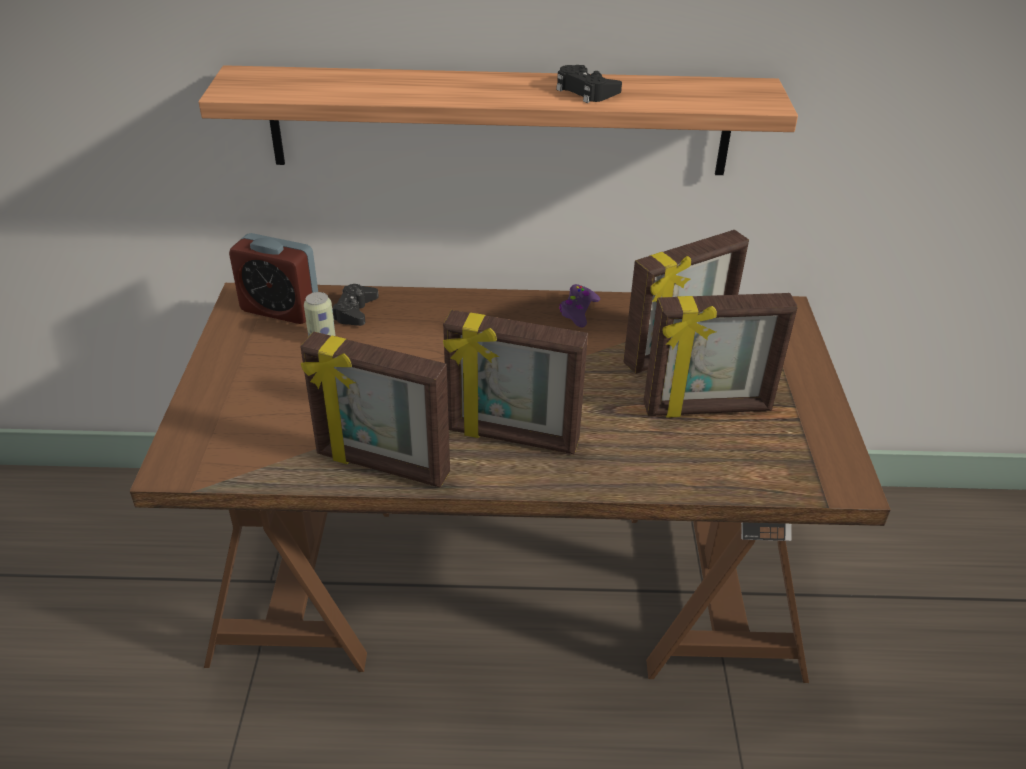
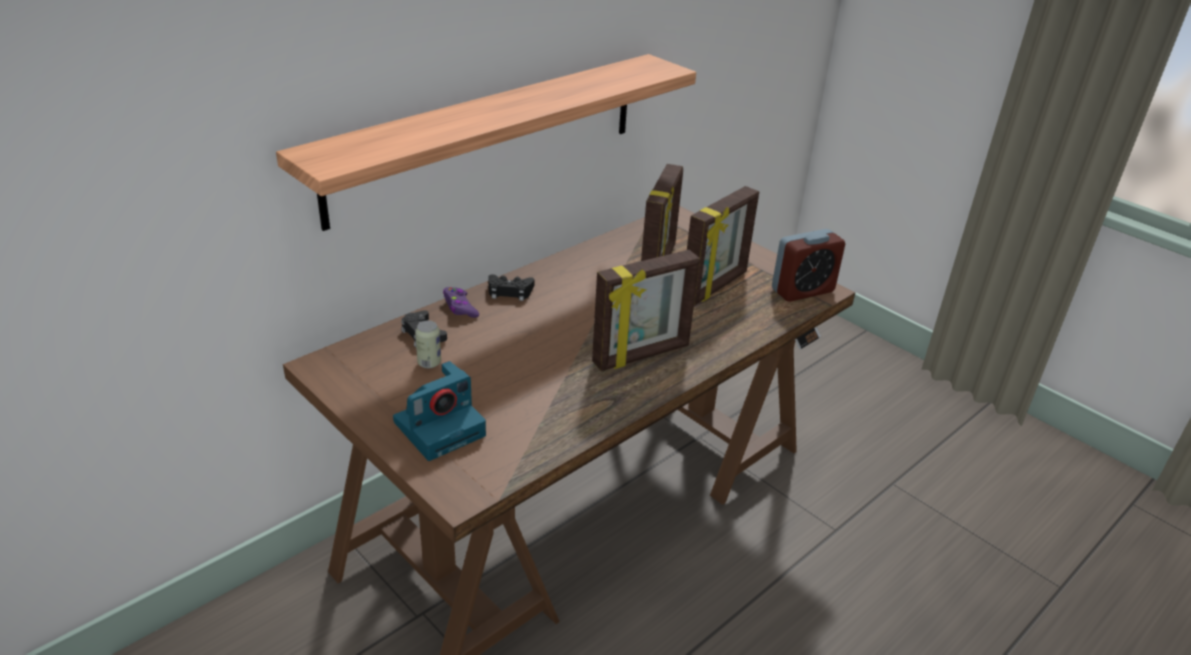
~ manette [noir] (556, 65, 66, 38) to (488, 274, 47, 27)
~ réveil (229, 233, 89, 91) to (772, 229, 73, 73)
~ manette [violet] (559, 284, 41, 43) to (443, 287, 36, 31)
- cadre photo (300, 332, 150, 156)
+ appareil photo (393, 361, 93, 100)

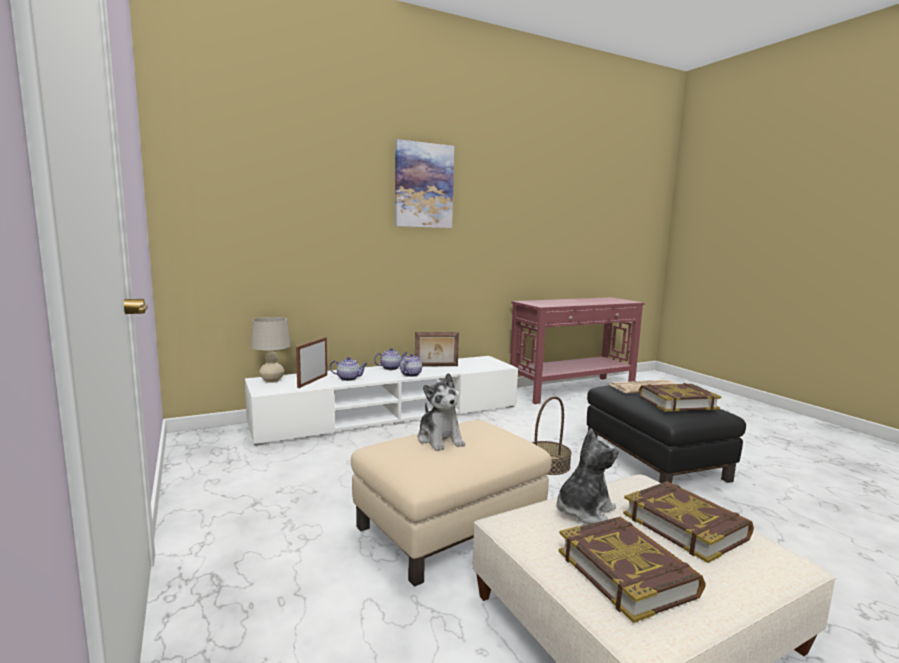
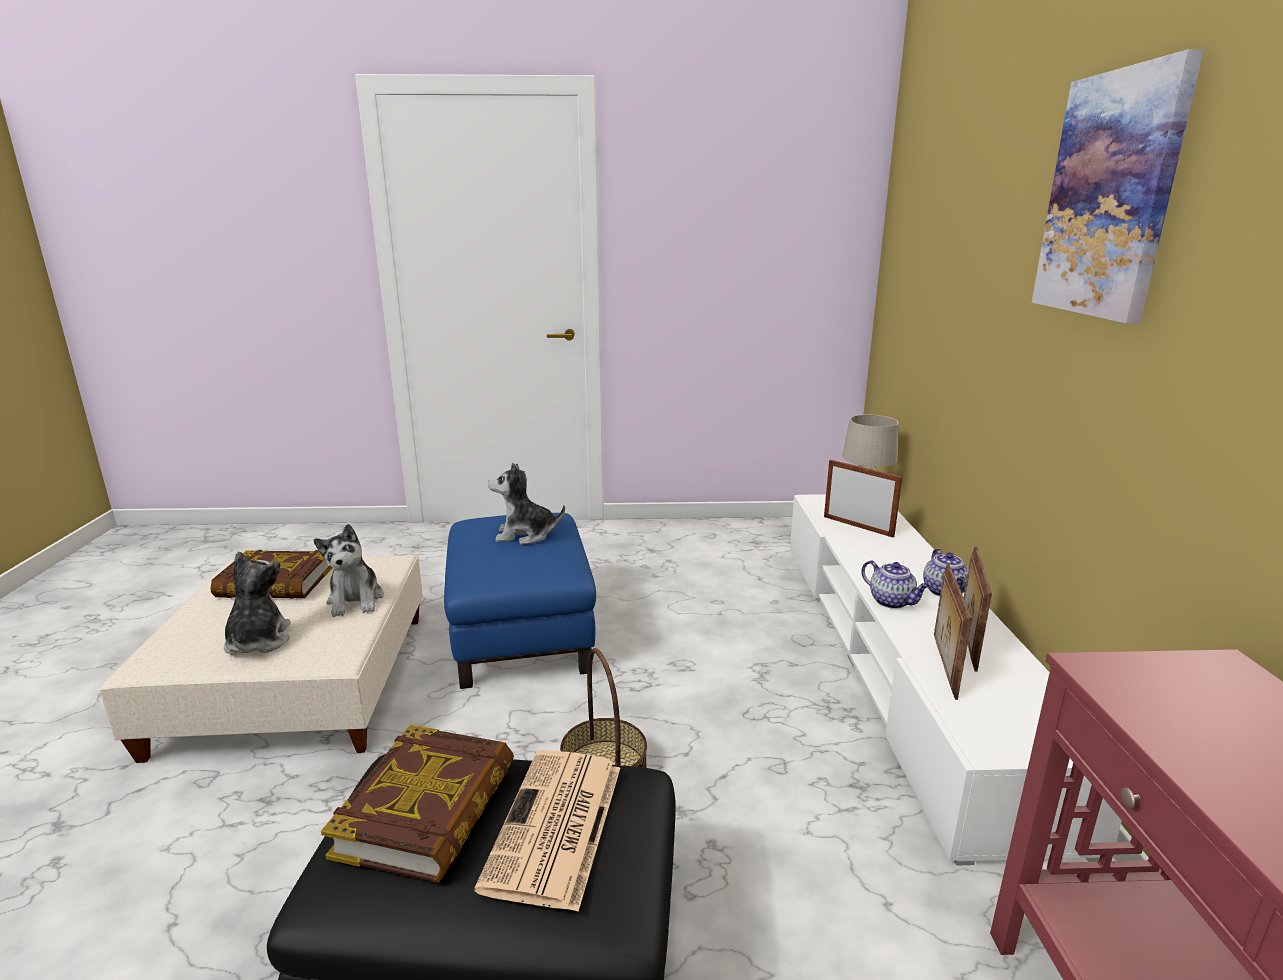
- théière (330, 357, 38, 24)
~ pouf [beige] (351, 420, 201, 167) to pouf [bleu] (444, 513, 152, 176)
~ livre (623, 481, 131, 82) to peluche (224, 551, 67, 104)
+ cadre photo (934, 564, 38, 136)

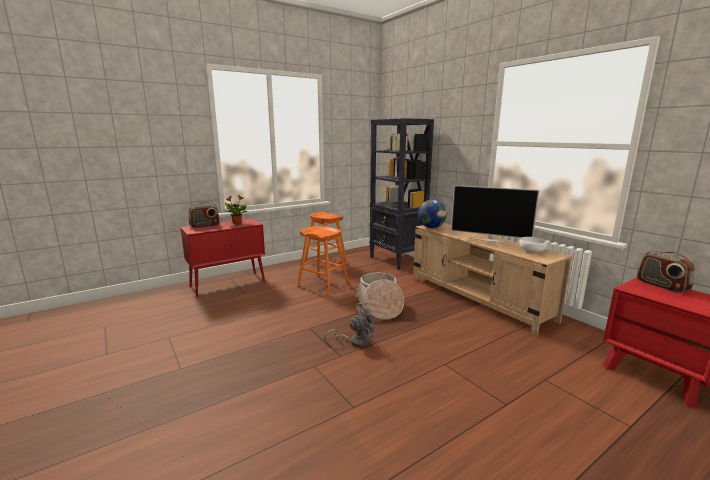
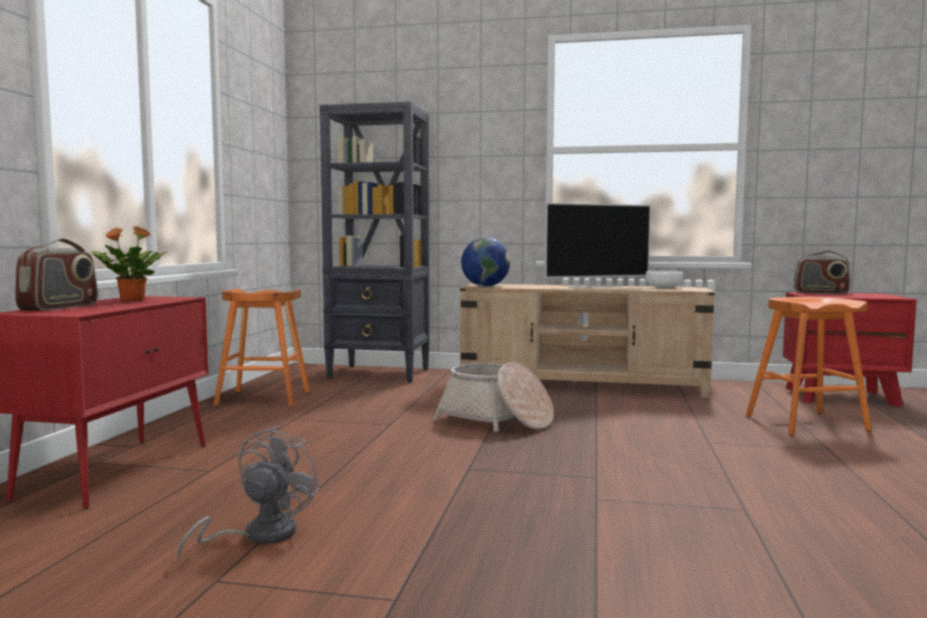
~ tabouret [orange] (297, 226, 52, 70) to (746, 297, 126, 139)
~ ventilateur [gris] (324, 303, 54, 44) to (177, 426, 143, 134)

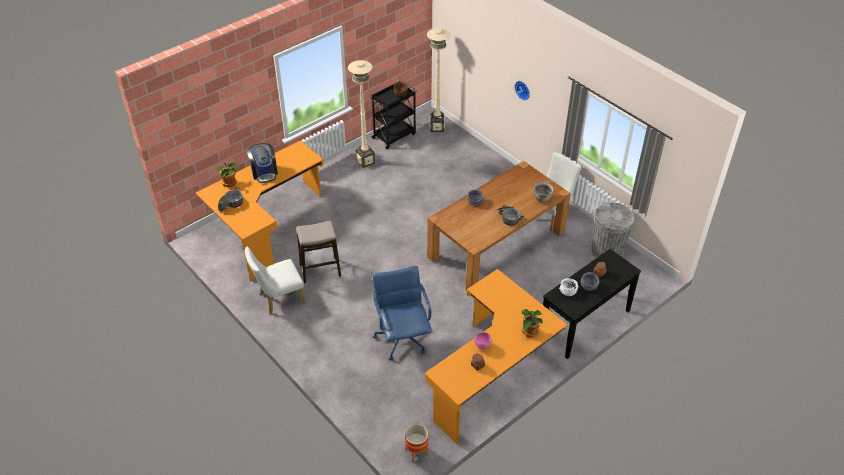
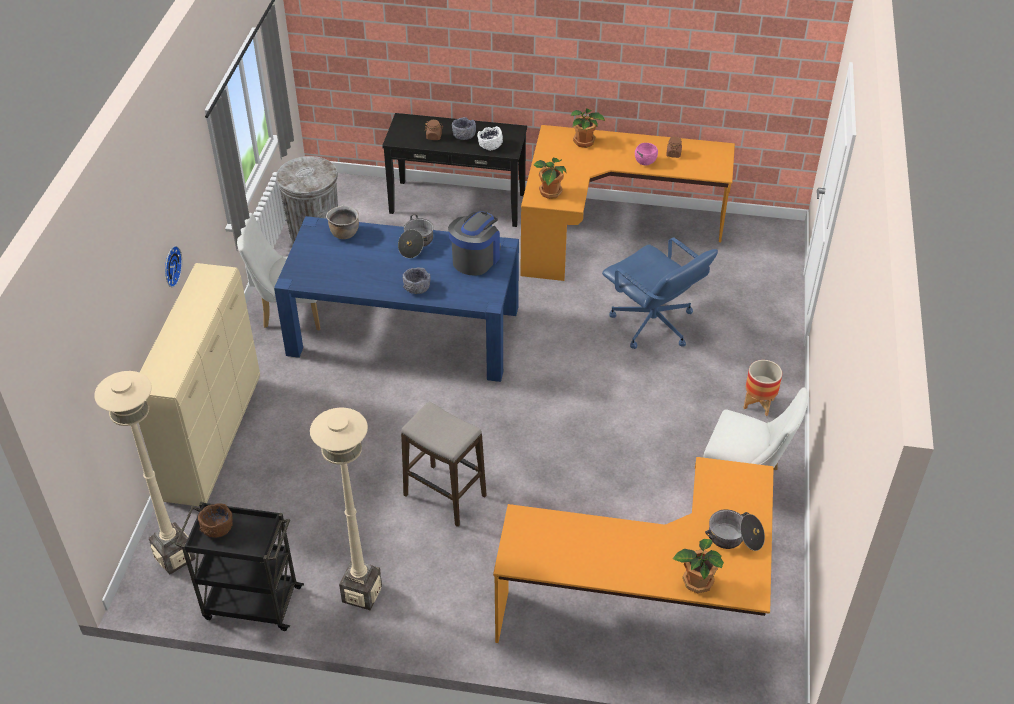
~ machine à café (247, 143, 31, 40) to (448, 211, 53, 65)
~ table à manger [marron] (427, 161, 144, 130) to table à manger [bleu] (274, 216, 245, 166)
~ tabouret (296, 221, 45, 62) to (401, 402, 86, 125)
~ chaise de bureau [bleu] (373, 266, 59, 94) = (602, 238, 116, 111) 75 degrees counterclockwise
~ cache-pot (405, 424, 23, 38) to (743, 360, 39, 56)
+ plante en pot (533, 158, 33, 41)
+ commode [beige] (139, 263, 121, 244)

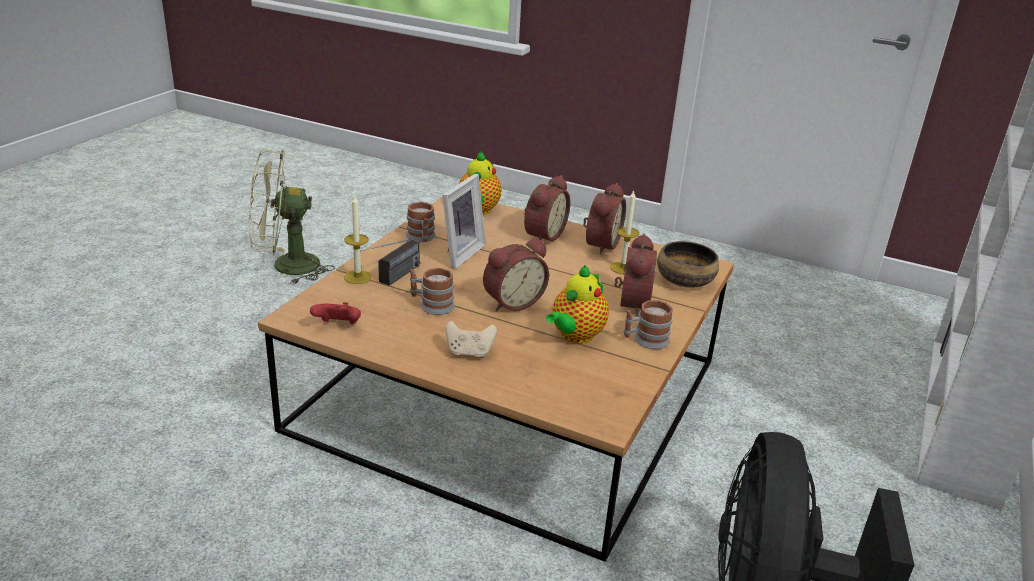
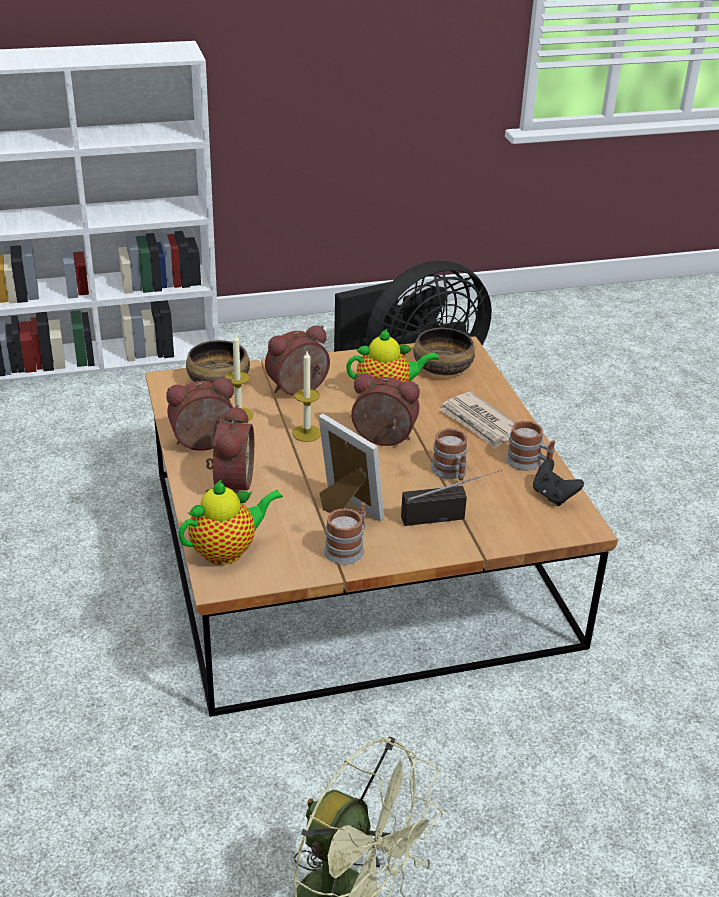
~ cadre photo (442, 174, 44, 95) = (318, 414, 66, 107) 60 degrees clockwise
~ réveil (524, 175, 46, 66) = (206, 405, 48, 89) 105 degrees clockwise
~ bougie (344, 196, 28, 88) to (292, 351, 29, 91)
~ mug (624, 300, 49, 49) to (505, 421, 51, 49)
~ manette [rouge] (310, 302, 51, 22) to manette [noir] (533, 459, 51, 47)
~ manette [beige] (446, 321, 51, 37) to journal (439, 392, 76, 57)
+ bol (414, 328, 61, 47)

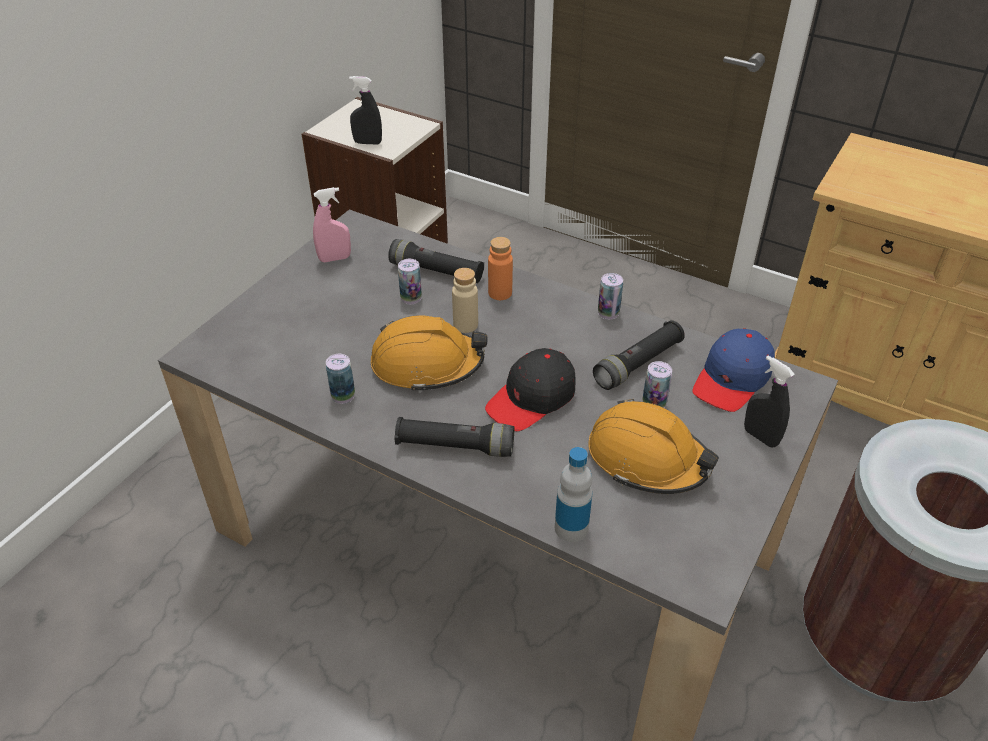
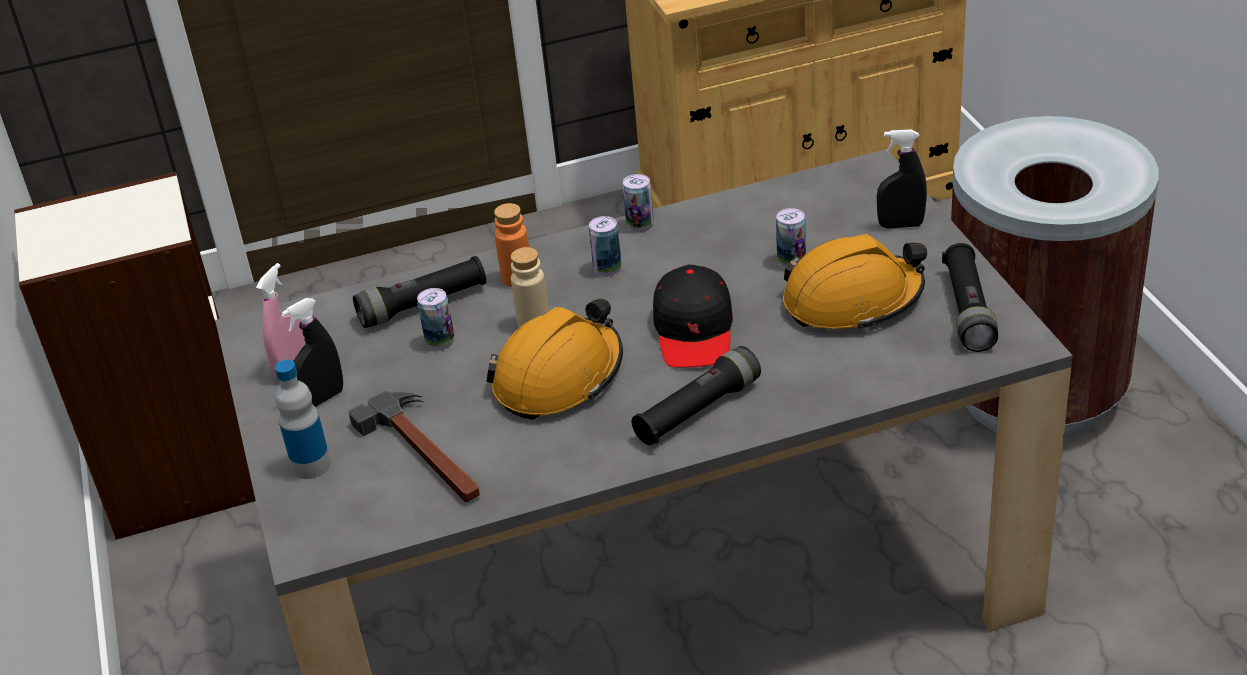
~ vaporisateur [noir] (349, 76, 33, 68) to (281, 298, 62, 109)
~ lampe de poche [noir] (593, 320, 92, 70) to (942, 243, 56, 109)
- casquette [bleu] (693, 328, 82, 84)
~ boîte métallique (326, 354, 29, 50) to (589, 216, 32, 61)
~ bouteille (555, 447, 37, 95) to (275, 359, 56, 120)
+ marteau (349, 390, 131, 113)

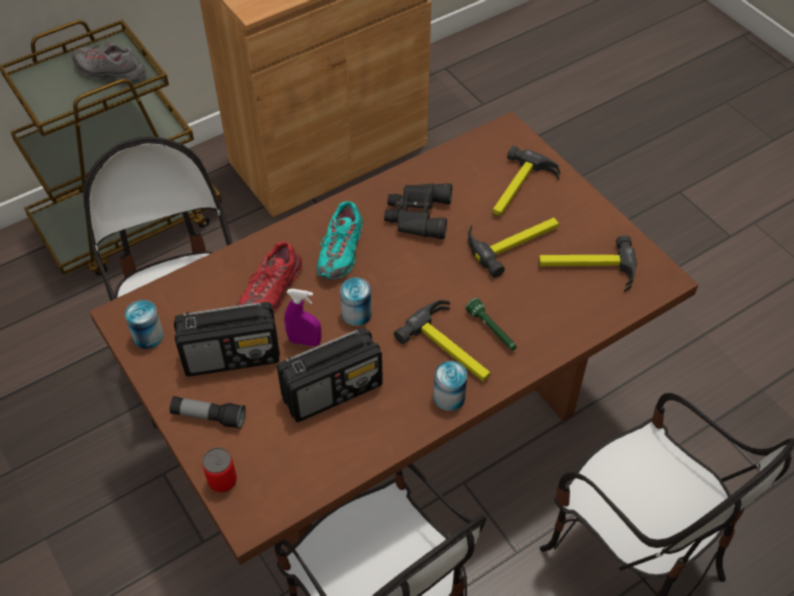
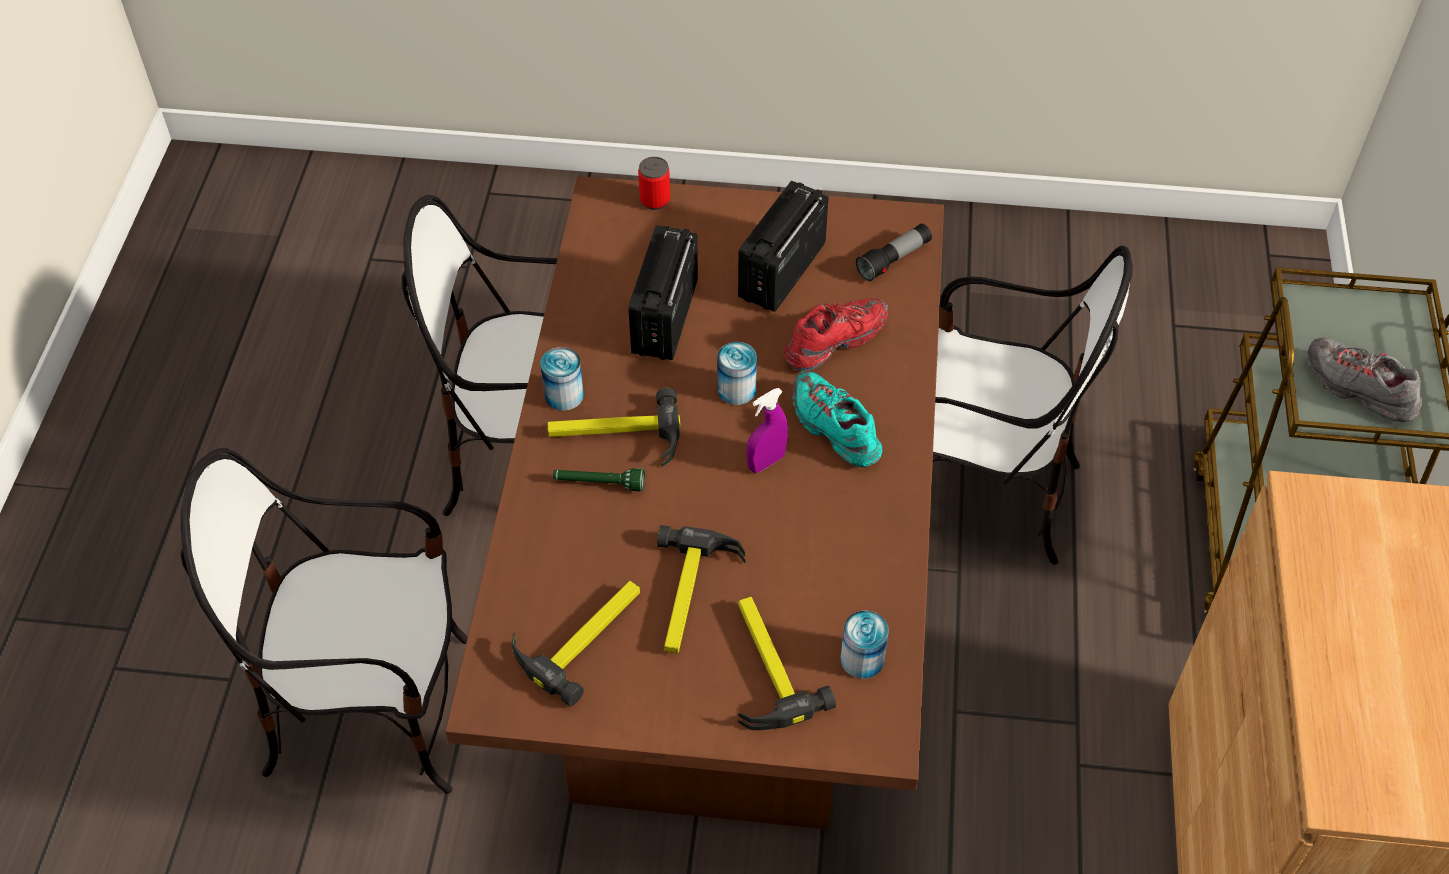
~ chaussure [gris] (72, 43, 74, 40) = (1308, 338, 114, 84) 105 degrees counterclockwise
- jumelles [noir] (384, 183, 68, 56)
~ chaussure [rouge] (237, 242, 65, 70) = (784, 298, 104, 73) 75 degrees clockwise
~ vaporisateur [violet] (284, 289, 37, 57) to (746, 388, 42, 85)
~ boîte métallique (125, 300, 39, 49) to (841, 611, 48, 68)
~ lampe de poche (170, 396, 76, 33) to (856, 223, 76, 58)

